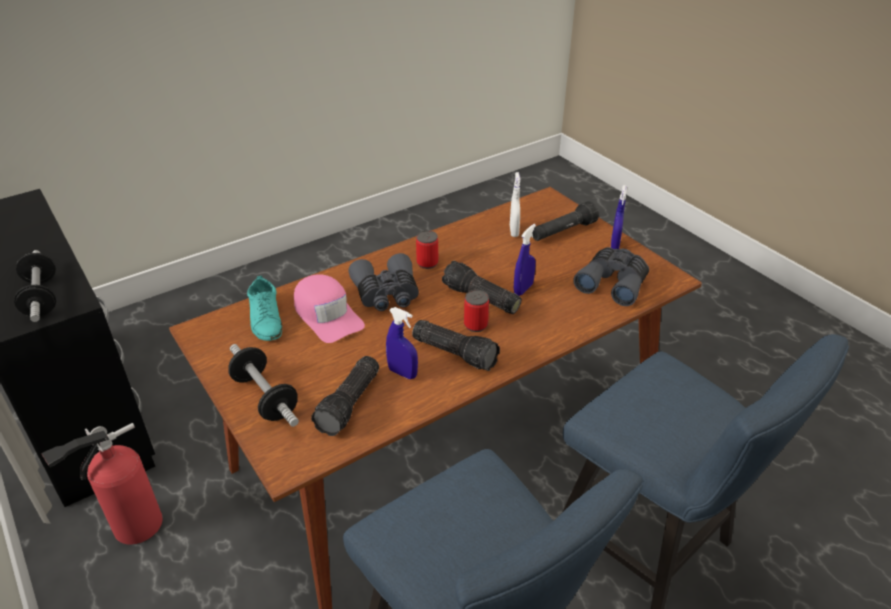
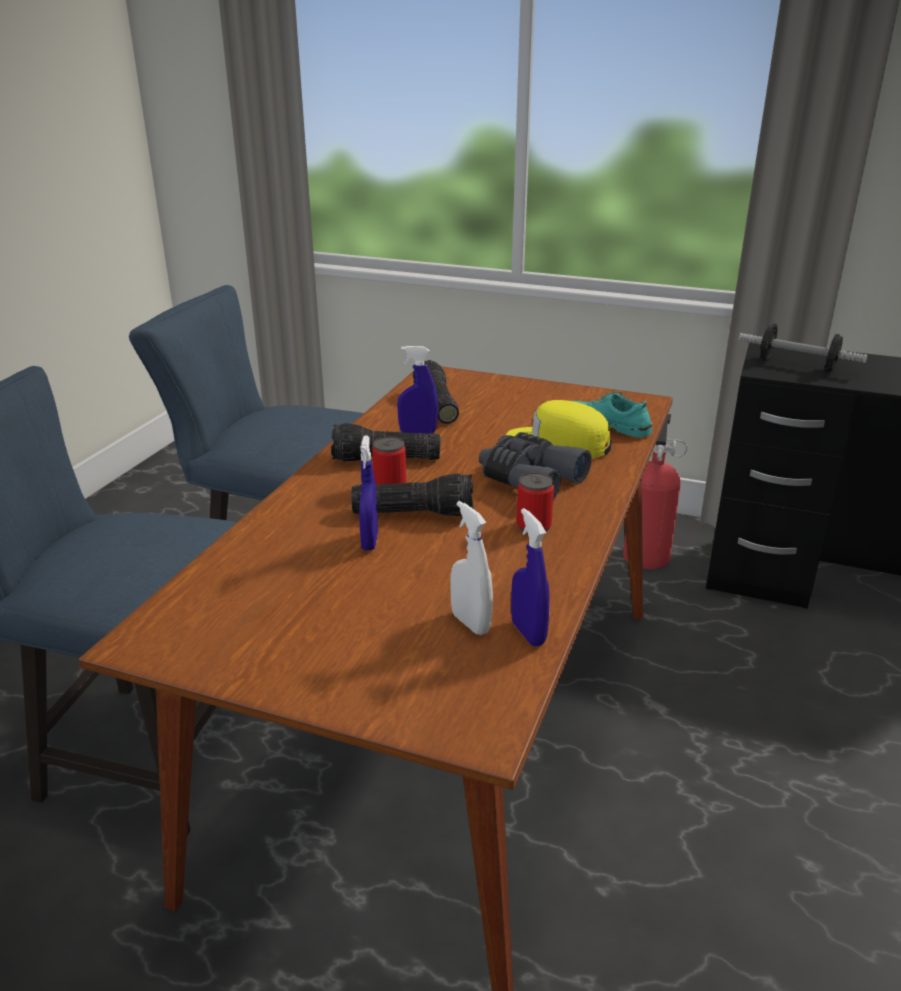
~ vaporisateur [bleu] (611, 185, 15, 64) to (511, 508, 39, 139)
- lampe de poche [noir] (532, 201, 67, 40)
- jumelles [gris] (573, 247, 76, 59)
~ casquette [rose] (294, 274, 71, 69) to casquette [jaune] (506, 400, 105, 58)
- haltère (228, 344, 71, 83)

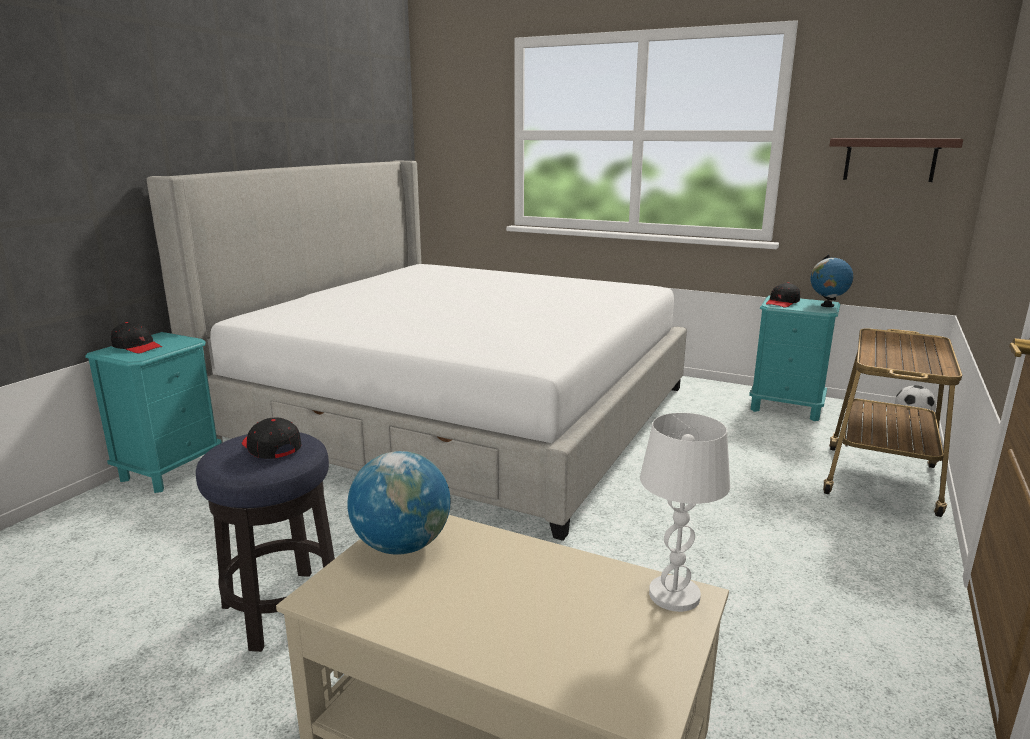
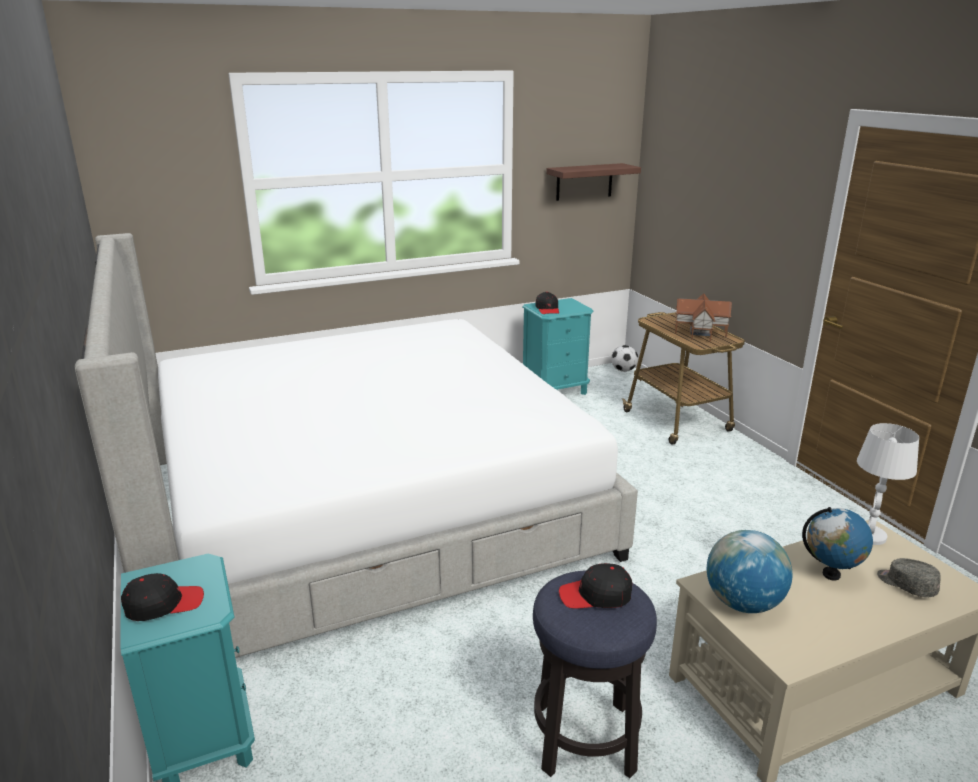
~ globe (810, 255, 43, 52) to (802, 507, 71, 74)
+ maison miniature (675, 293, 57, 48)
+ casquette [gris] (877, 558, 63, 39)

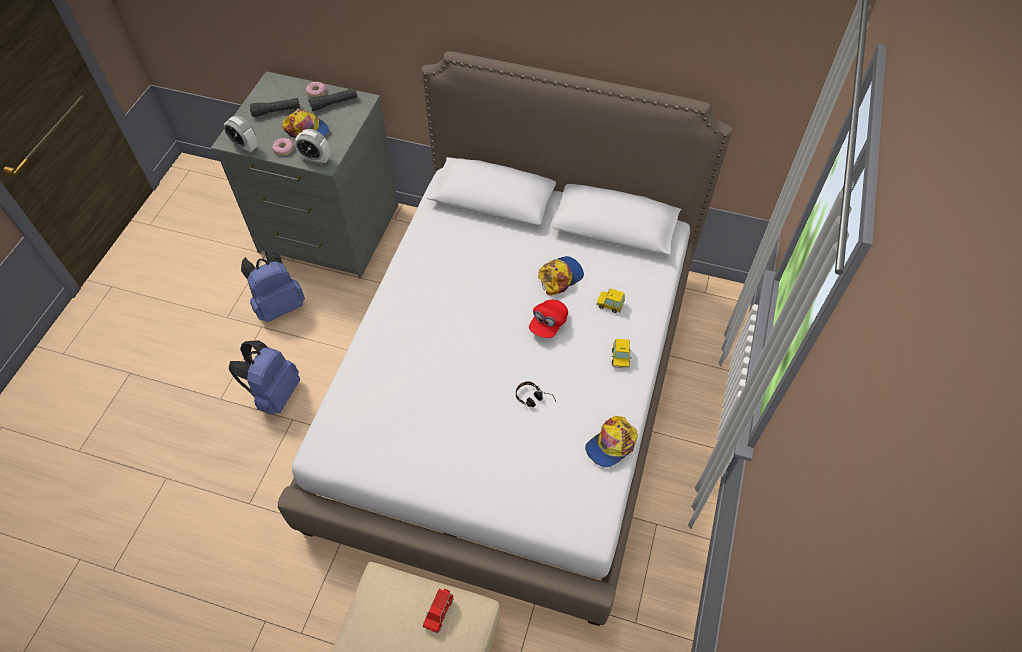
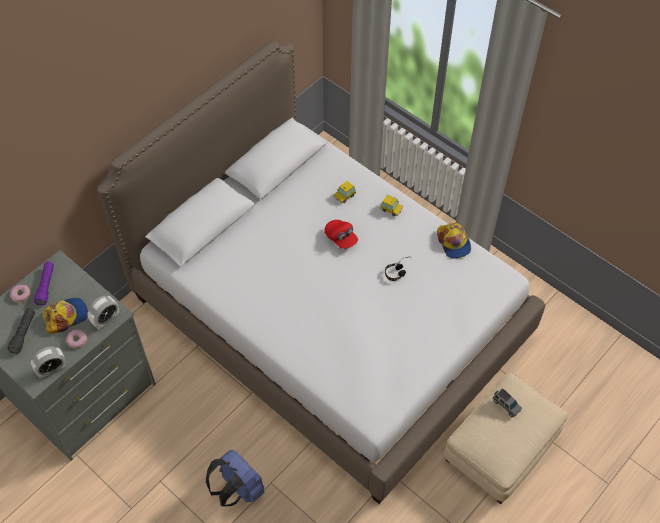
~ lampe de poche [noir] (308, 88, 49, 23) to lampe de poche [violet] (34, 261, 20, 44)
- sac à dos [bleu] (241, 248, 64, 74)
- casquette (538, 256, 46, 39)
~ petite voiture [rouge] (423, 589, 31, 44) to petite voiture [gris] (493, 388, 29, 29)

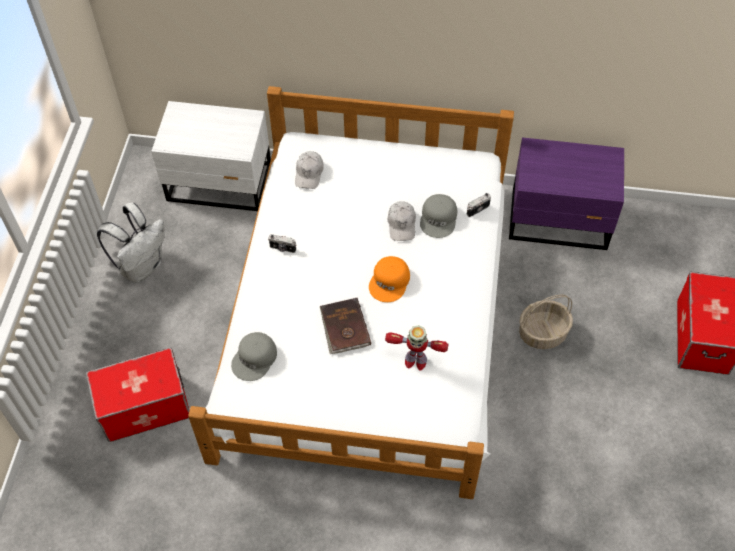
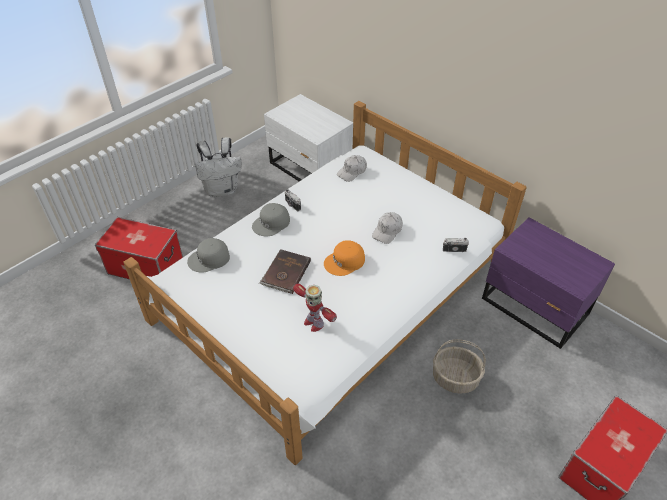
~ casquette [gris] (420, 194, 37, 44) to (252, 203, 38, 33)

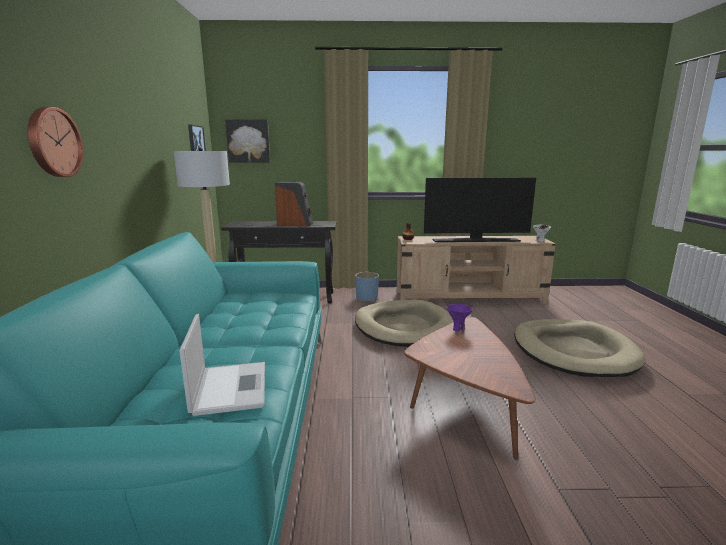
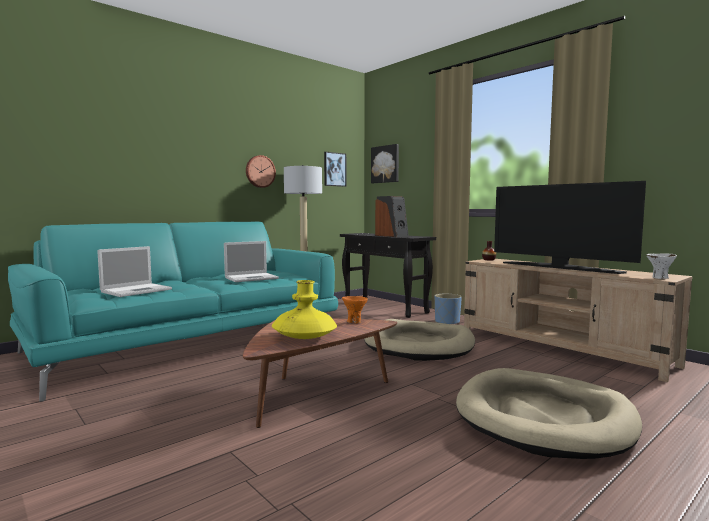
~ horloge murale (28, 107, 55, 70) to (246, 155, 30, 33)
~ bol [violet] (446, 304, 26, 28) to bol [orange] (342, 296, 26, 27)
+ ordinateur portable (224, 241, 55, 41)
+ vase [jaune] (272, 280, 65, 59)

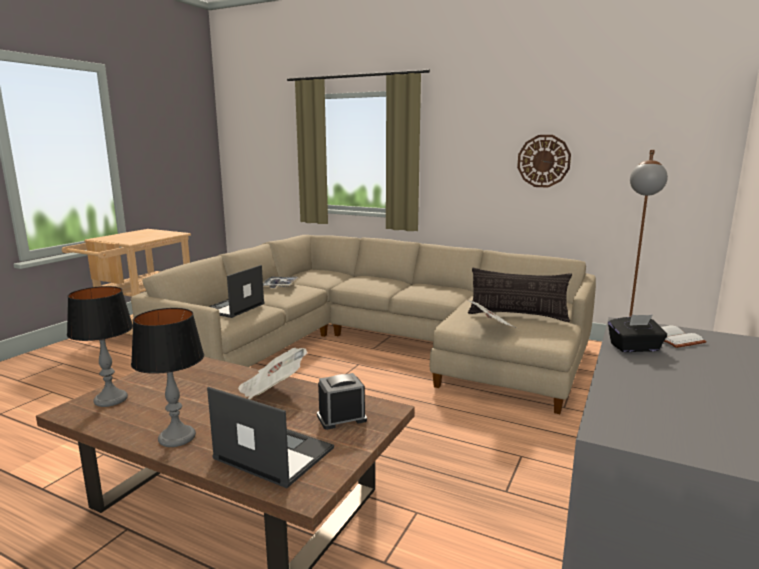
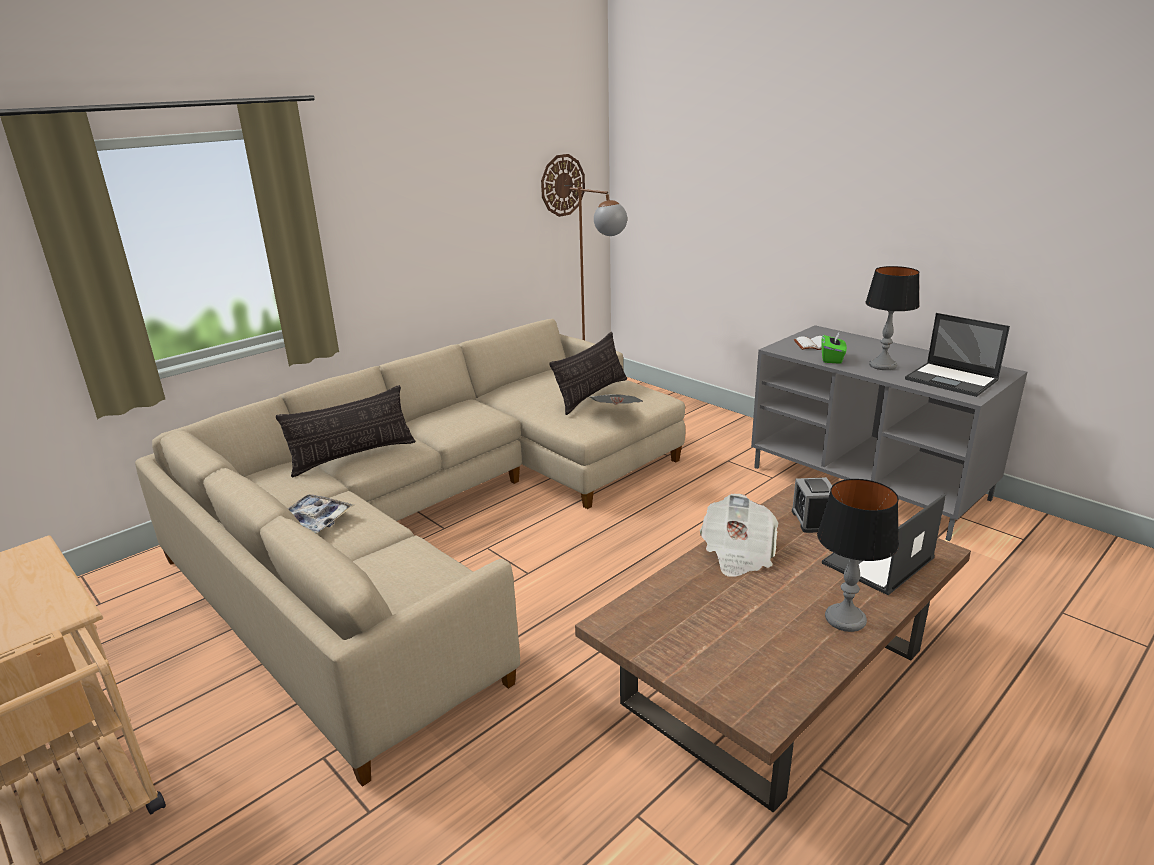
~ horloge murale (517, 135, 54, 53) to (541, 154, 44, 63)
~ ordinateur portable (209, 265, 56, 53) to (905, 313, 105, 84)
~ lampe de table (67, 286, 66, 121) to (865, 266, 55, 104)
~ boîte à mouchoirs [noir] (608, 315, 59, 37) to boîte à mouchoirs [vert] (821, 332, 26, 32)
+ coussin (276, 385, 139, 92)

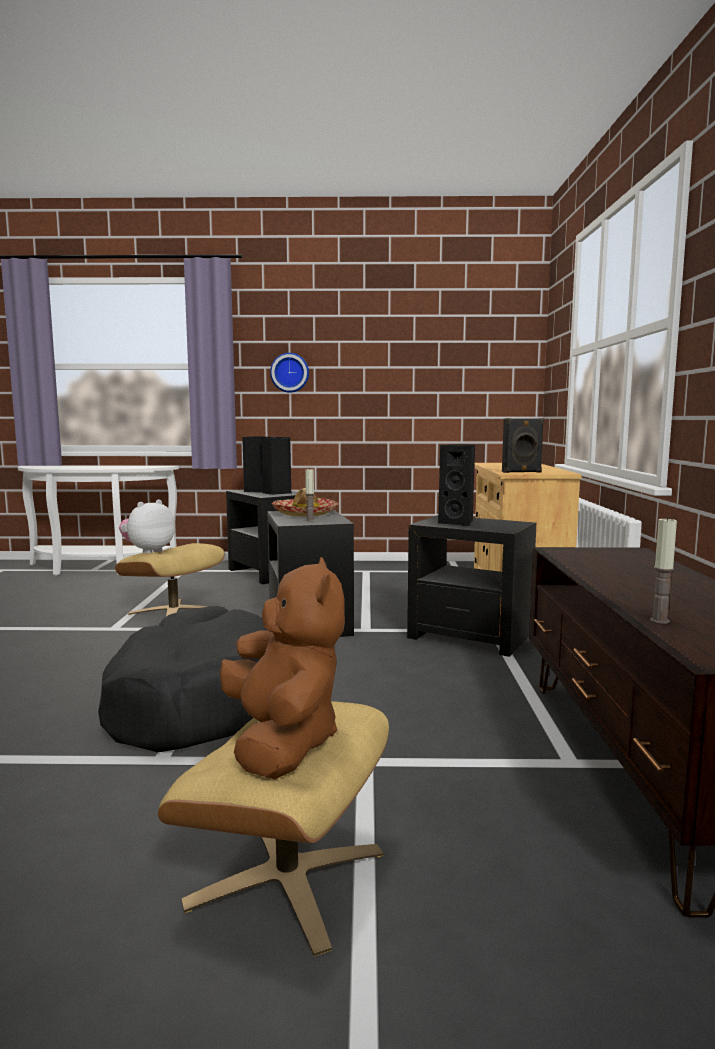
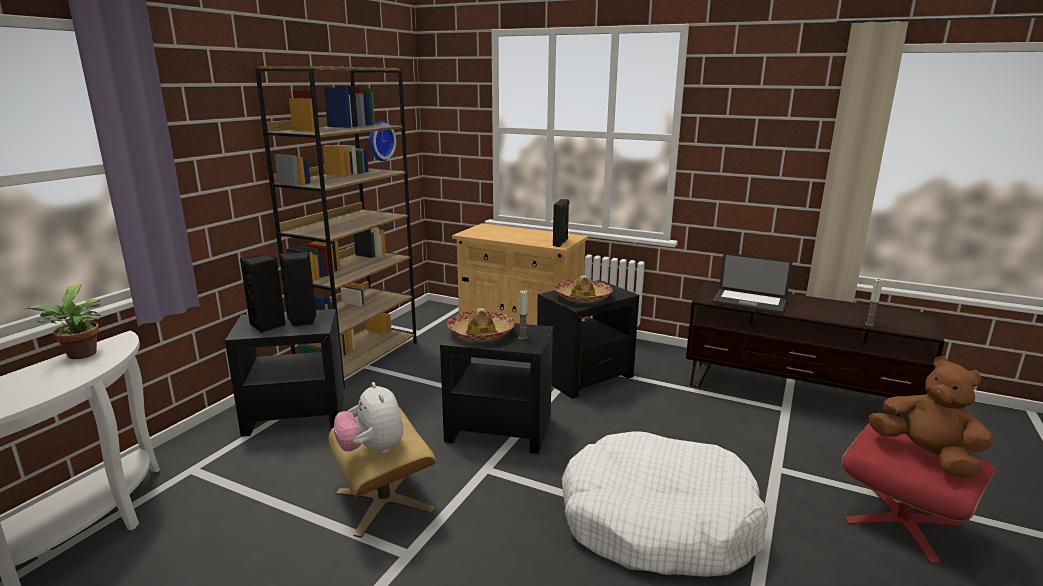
~ horloge murale (270, 353, 39, 40) to (369, 121, 27, 40)
~ enceinte [noir] (438, 444, 37, 82) to chapeau (555, 275, 58, 28)
~ peluche [marron] (220, 557, 125, 222) = (869, 356, 124, 121) 45 degrees clockwise
~ panier pour chien [noir] (98, 606, 169, 146) to panier pour chien [blanc] (562, 431, 206, 146)
~ pouf [beige] (158, 701, 231, 255) to pouf [rouge] (841, 423, 156, 141)
+ bibliothèque [marron] (255, 66, 162, 322)
+ ordinateur portable (713, 253, 79, 61)
+ plante en pot (23, 284, 79, 75)

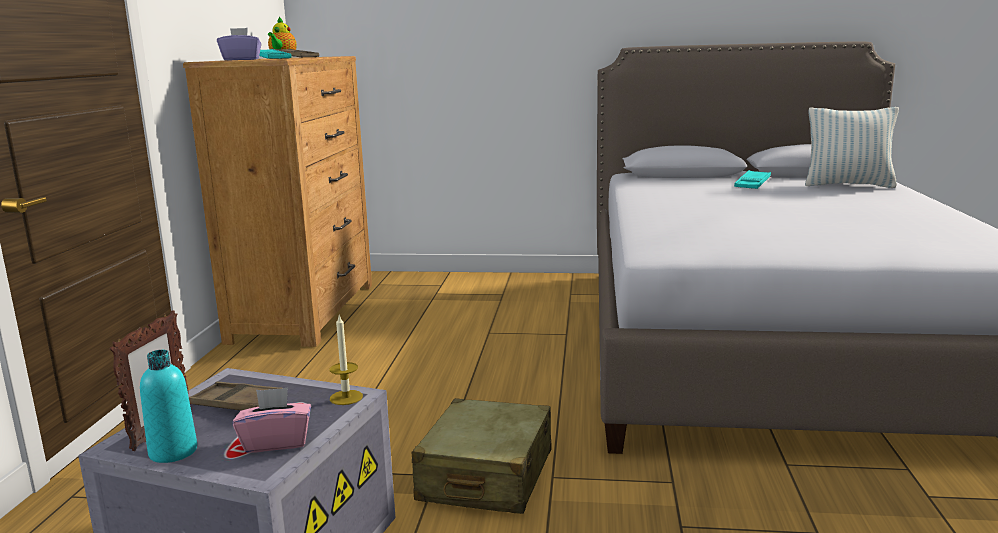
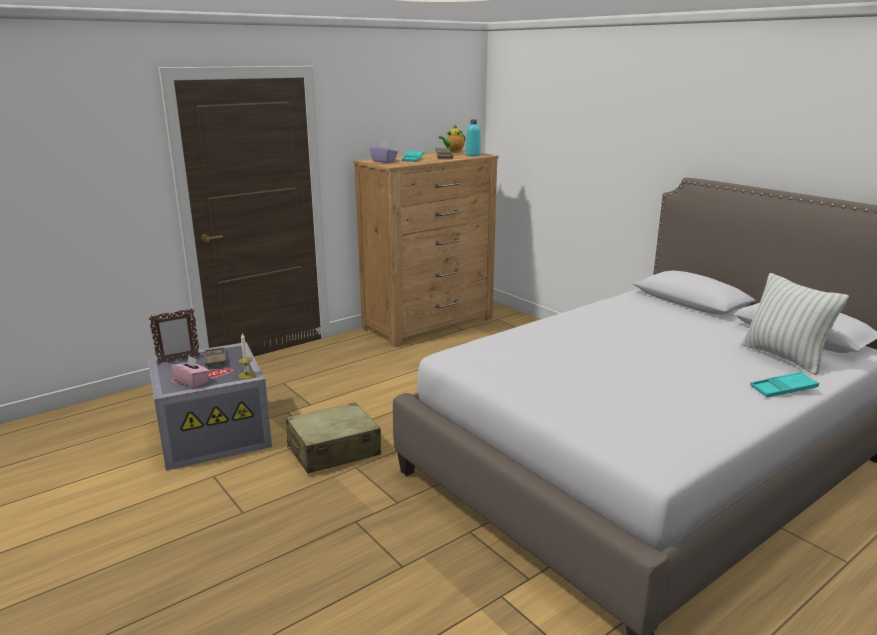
~ plateau [turquoise] (734, 170, 37, 19) to (750, 372, 69, 25)
~ bouteille [turquoise] (140, 350, 57, 113) to (466, 119, 15, 37)

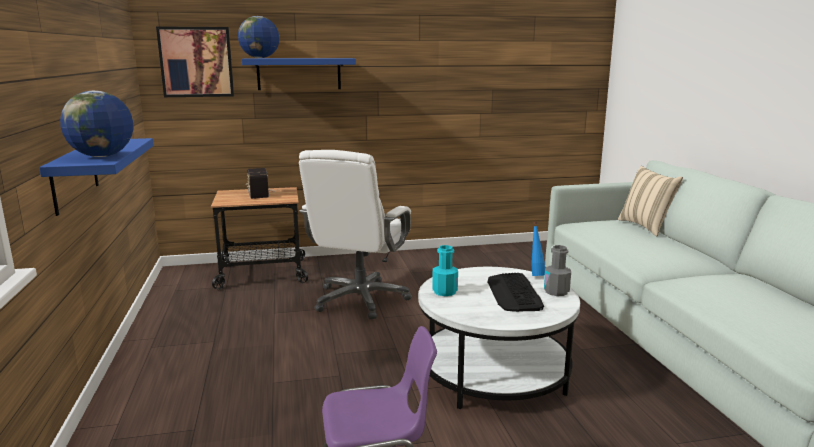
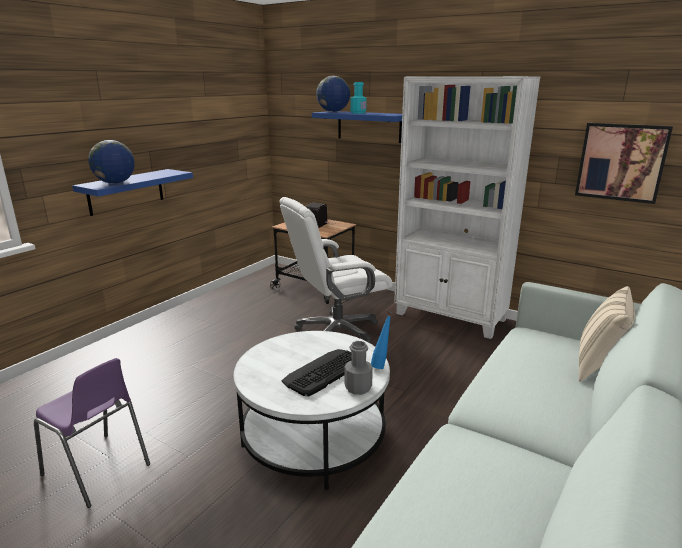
~ tableau (156, 26, 78, 71) to (575, 123, 98, 81)
~ bouteille [turquoise] (432, 245, 26, 51) to (350, 82, 17, 32)
+ bibliothèque [blanc] (394, 76, 146, 263)

